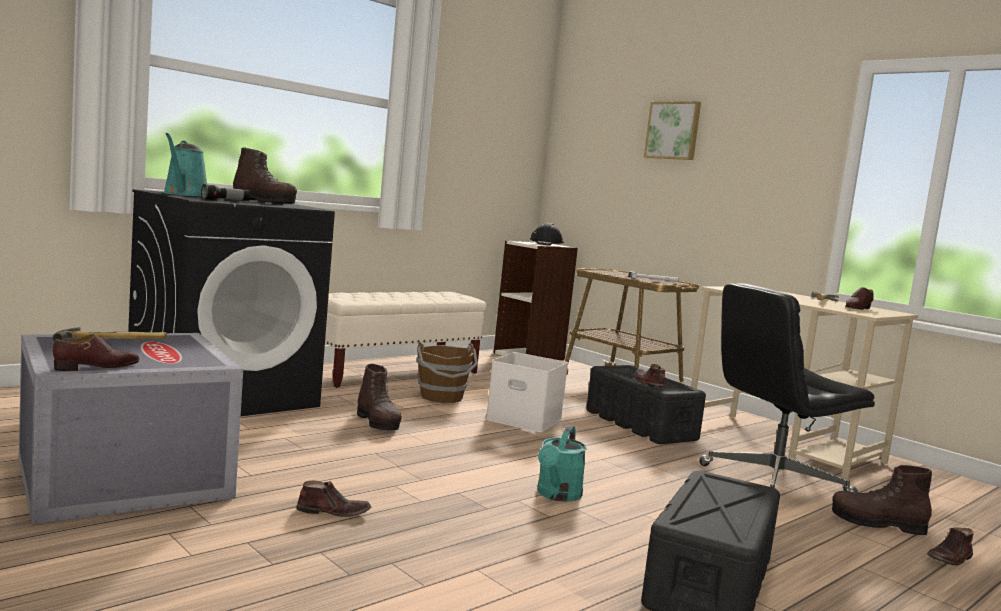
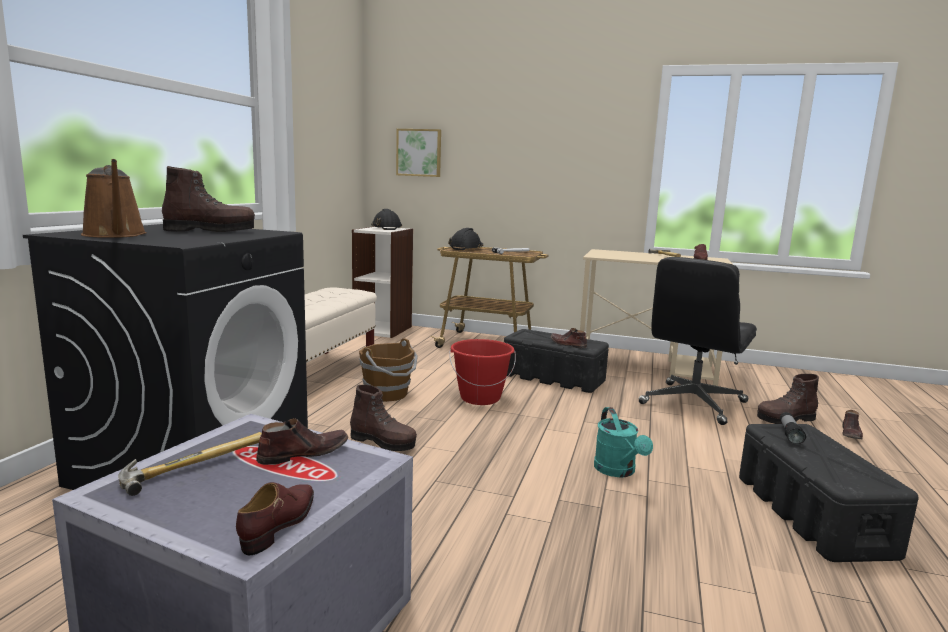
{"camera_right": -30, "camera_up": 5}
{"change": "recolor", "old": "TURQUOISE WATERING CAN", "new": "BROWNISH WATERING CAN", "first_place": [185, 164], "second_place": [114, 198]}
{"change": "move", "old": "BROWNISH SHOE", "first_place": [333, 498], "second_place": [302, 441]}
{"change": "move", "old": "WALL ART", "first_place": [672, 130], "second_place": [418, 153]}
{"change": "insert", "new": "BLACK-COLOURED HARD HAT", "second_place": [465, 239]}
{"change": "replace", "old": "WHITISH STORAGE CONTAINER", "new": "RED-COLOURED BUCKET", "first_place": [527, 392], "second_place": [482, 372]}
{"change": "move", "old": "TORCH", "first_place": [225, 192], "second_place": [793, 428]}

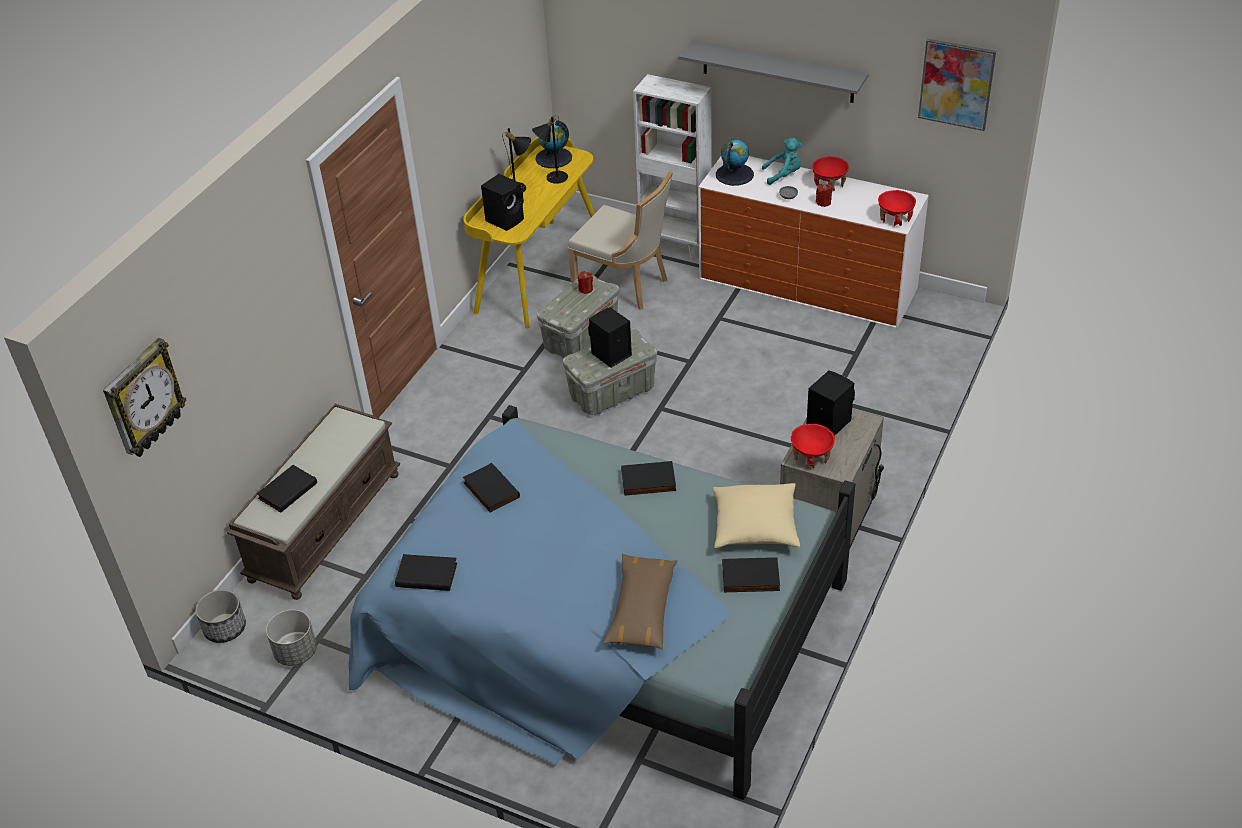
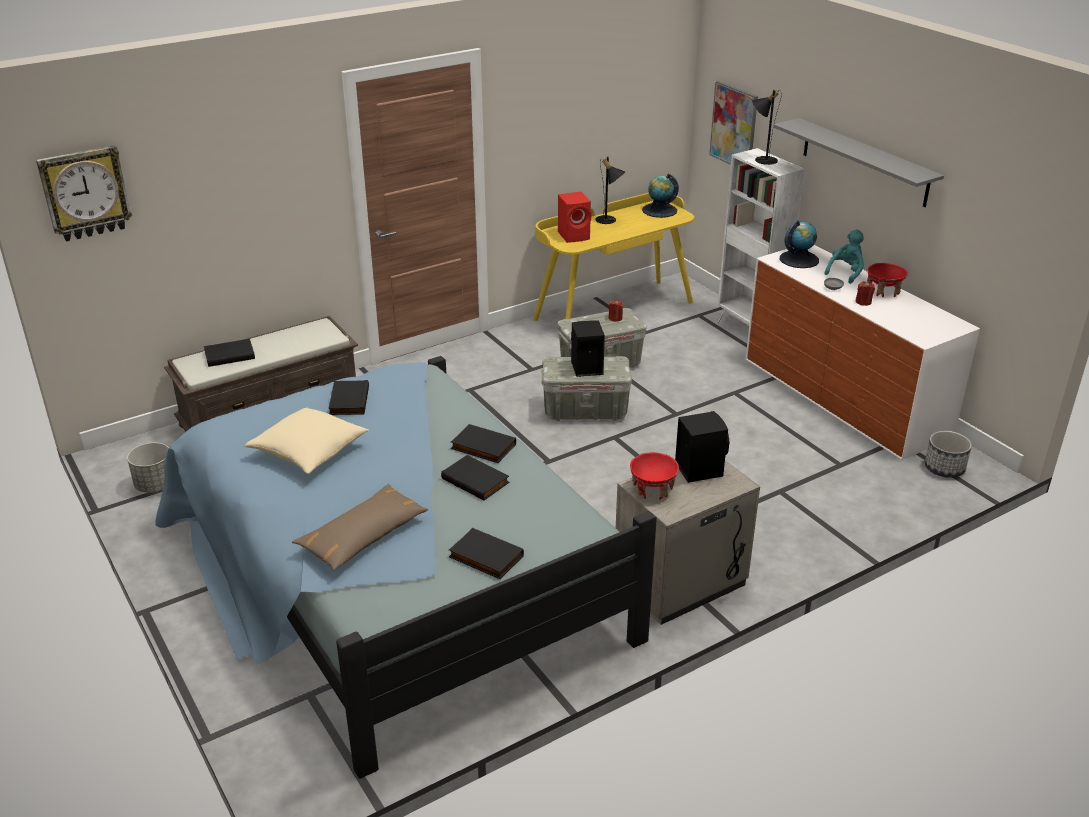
{"camera_right": 30, "camera_up": -10}
{"change": "move", "old": "SAND-COLOURED CUSHION", "first_place": [756, 515], "second_place": [307, 441]}
{"change": "move", "old": "BLACK-COLOURED VOLUME", "first_place": [426, 572], "second_place": [475, 478]}
{"change": "recolor", "old": "BLACK-COLOURED LOUDSPEAKER", "new": "RED-COLOURED LOUDSPEAKER", "first_place": [502, 202], "second_place": [574, 217]}
{"change": "move", "old": "WALL ART", "first_place": [957, 85], "second_place": [733, 123]}
{"change": "move", "old": "BLACK-COLOURED LAMP FOR A TABLE", "first_place": [550, 149], "second_place": [767, 127]}
{"change": "rotate", "old": "TURQUOISE PLUSH TOY", "first_place": [782, 161], "second_place": [844, 256], "degrees": -75}
{"change": "move", "old": "PLANT POT", "first_place": [220, 616], "second_place": [948, 454]}
{"change": "delete", "old": "SAND-COLOURED CHAIR", "first_place": [620, 240]}
{"change": "delete", "old": "RED-COLOURED DEEP DISH", "first_place": [897, 208]}

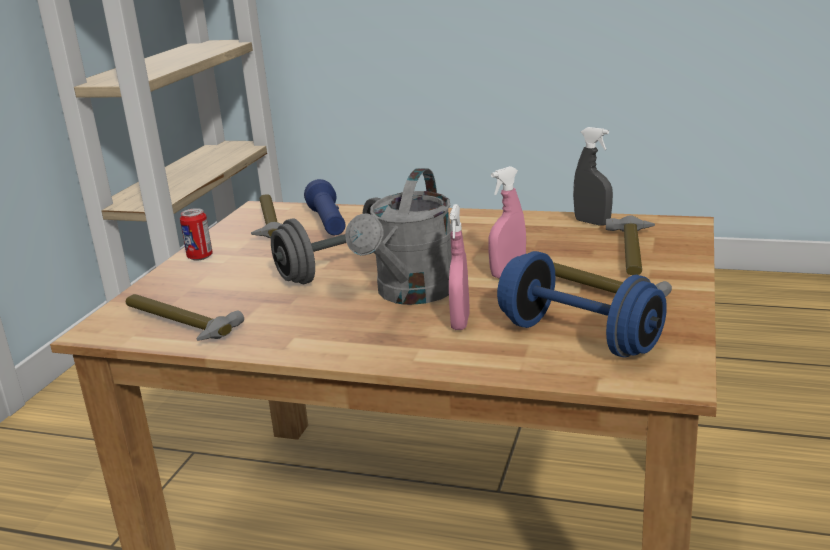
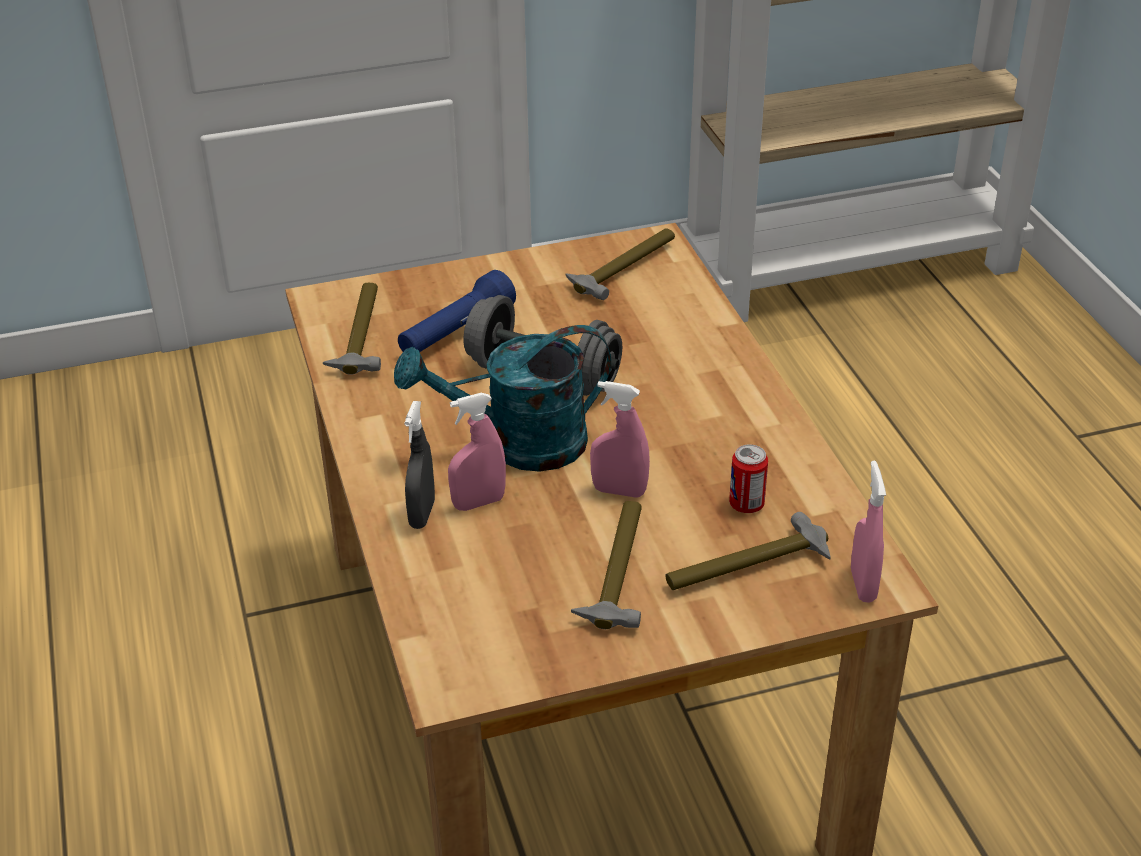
{"camera_right": 55, "camera_up": 15}
{"change": "recolor", "old": "GREYISH WATERING CAN", "new": "TURQUOISE WATERING CAN", "first_place": [398, 236], "second_place": [502, 398]}
{"change": "move", "old": "BLUE-COLOURED TORCH", "first_place": [325, 207], "second_place": [457, 311]}
{"change": "move", "old": "GREYISH HAND SPRAYER", "first_place": [593, 176], "second_place": [419, 465]}
{"change": "move", "old": "METAL CAN", "first_place": [196, 234], "second_place": [748, 478]}
{"change": "insert", "new": "PINK HAND SPRAYER", "second_place": [868, 531]}
{"change": "delete", "old": "BLUE-COLOURED HAND WEIGHT", "first_place": [582, 304]}

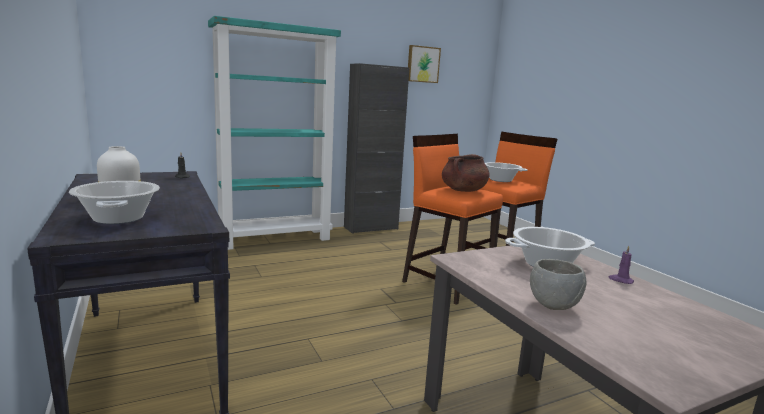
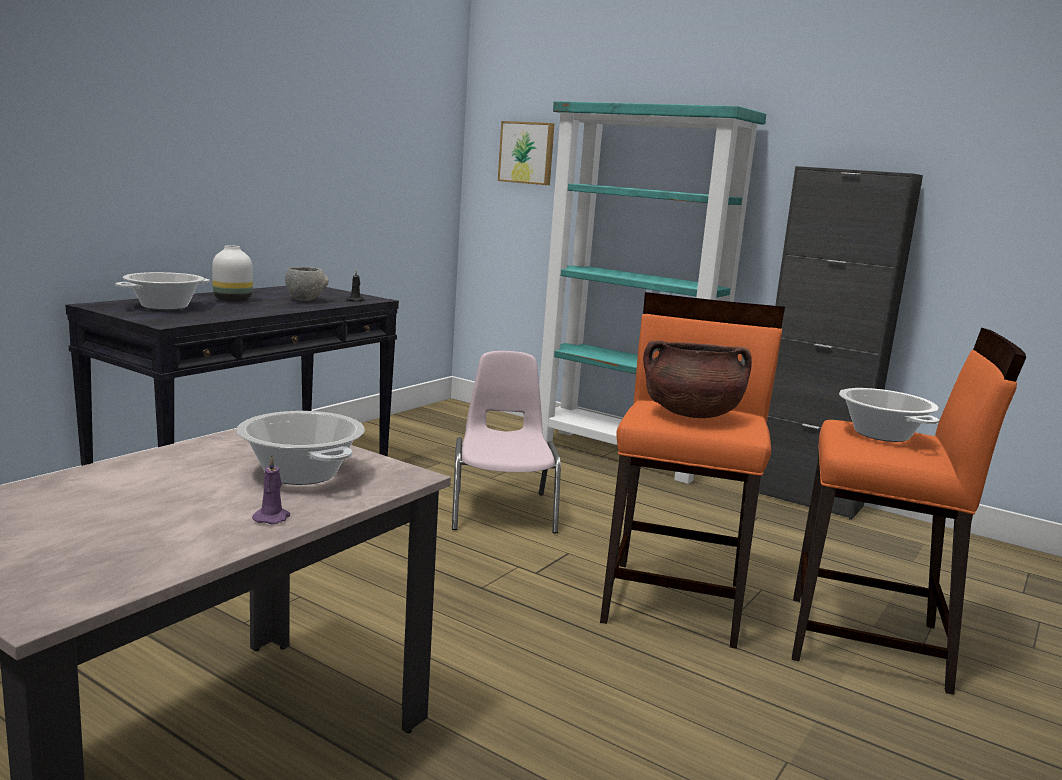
{"camera_right": 60, "camera_up": 0}
{"change": "move", "old": "GREYISH DEEP DISH", "first_place": [558, 284], "second_place": [307, 284]}
{"change": "insert", "new": "PINK CHAIR", "second_place": [506, 442]}
{"change": "move", "old": "WALL ART", "first_place": [424, 64], "second_place": [526, 153]}

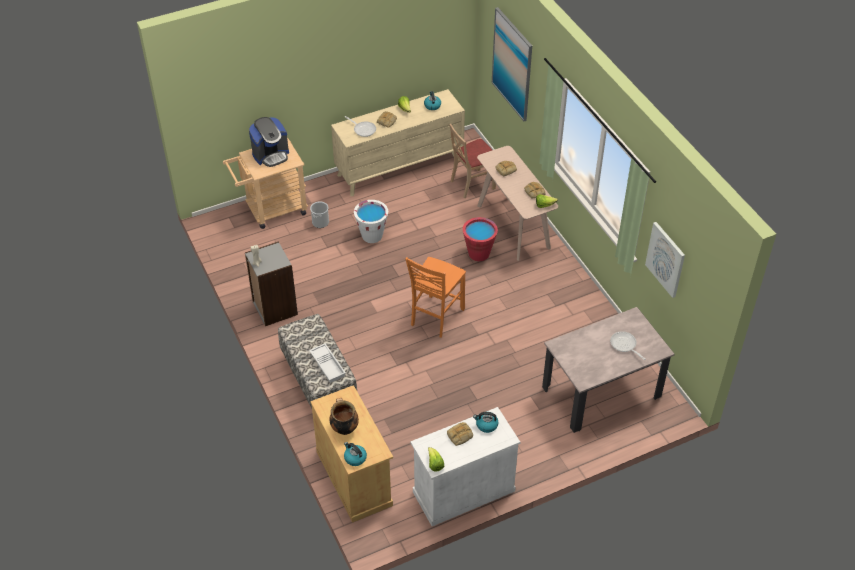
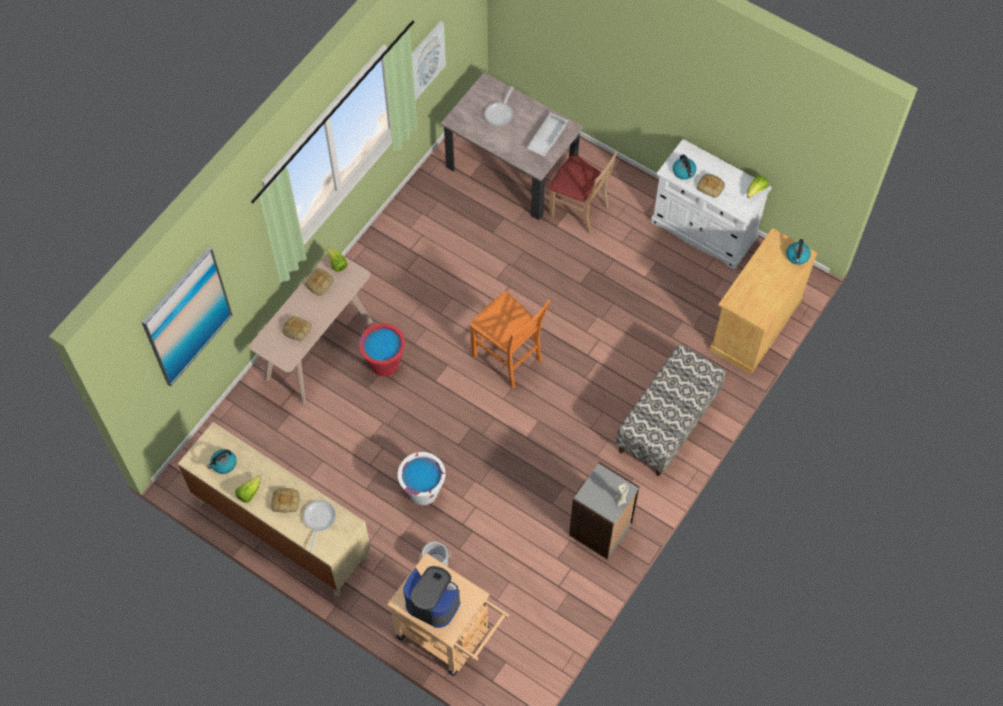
{"camera_right": -120, "camera_up": 15}
{"change": "rotate", "old": "ORANGE CHAIR", "first_place": [435, 297], "second_place": [510, 339], "degrees": 45}
{"change": "move", "old": "WHITISH CARRYING TRAY", "first_place": [327, 363], "second_place": [547, 134]}
{"change": "move", "old": "SAND-COLOURED CHAIR", "first_place": [473, 161], "second_place": [583, 192]}
{"change": "delete", "old": "COOKING POT", "first_place": [344, 416]}

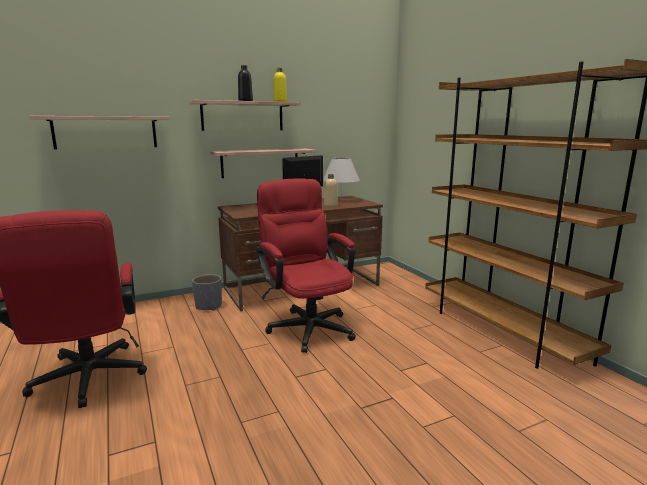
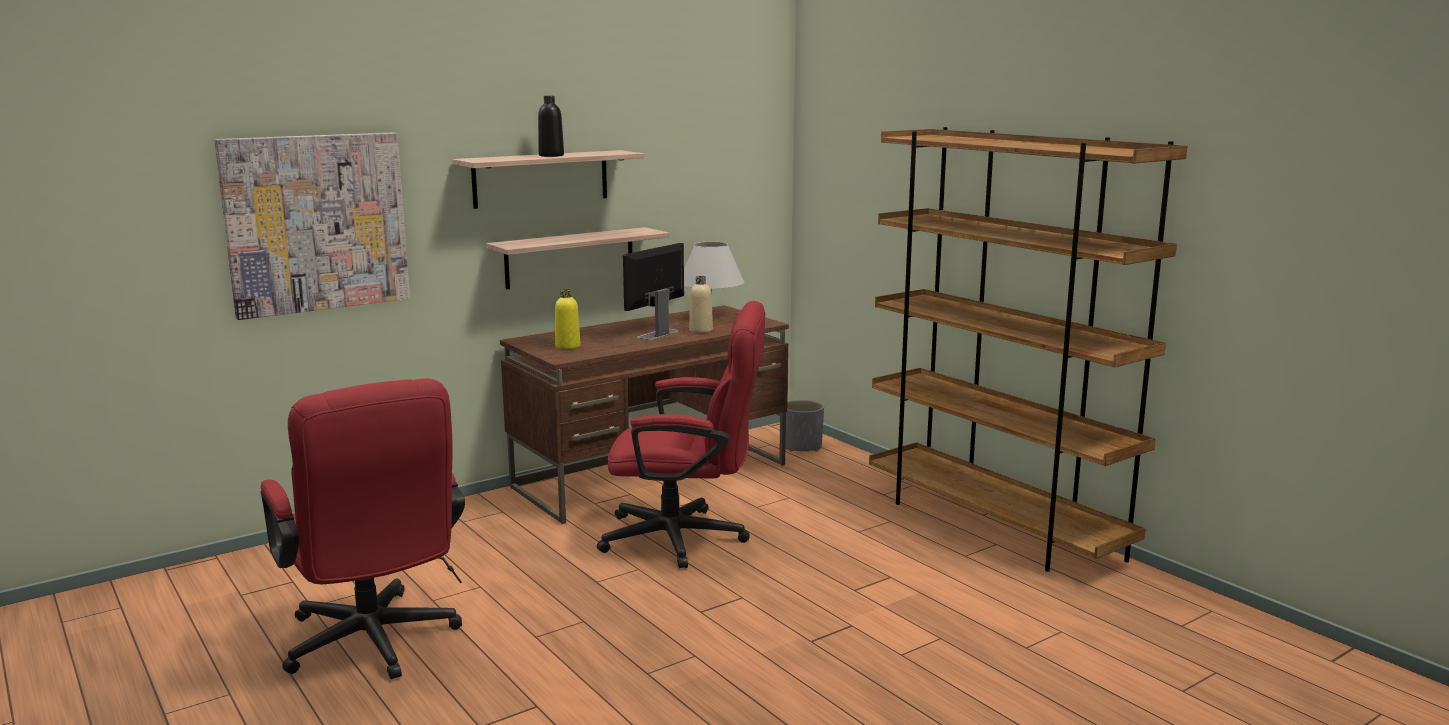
{"camera_right": -10, "camera_up": 0}
{"change": "replace", "old": "BRACKET SHELF", "new": "WALL ART", "first_place": [100, 132], "second_place": [312, 226]}
{"change": "move", "old": "YELLOW-COLOURED BOTTLE", "first_place": [280, 85], "second_place": [567, 319]}
{"change": "rotate", "old": "RED-COLOURED OFFICE CHAIR", "first_place": [306, 266], "second_place": [681, 434], "degrees": 135}
{"change": "move", "old": "GREYISH PLANT POT", "first_place": [207, 292], "second_place": [804, 425]}

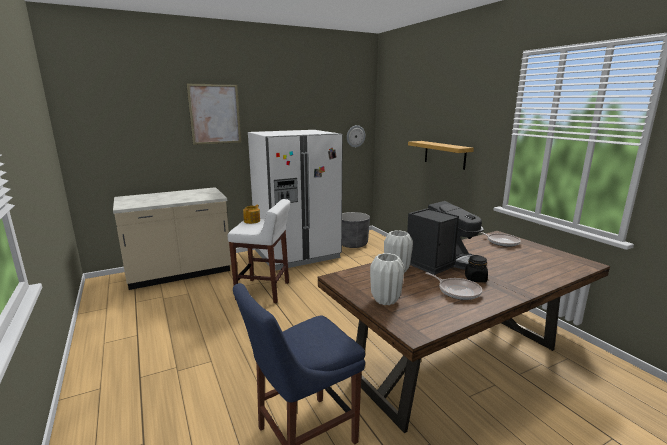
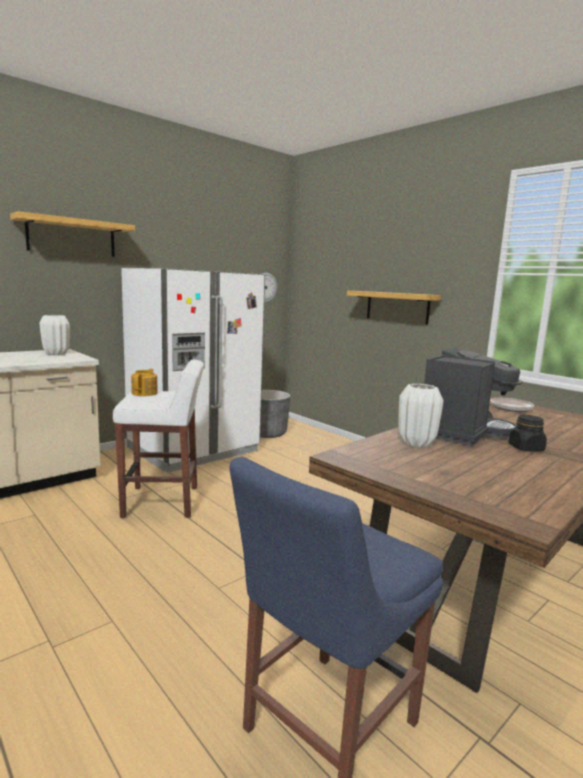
{"camera_right": -15, "camera_up": -5}
{"change": "replace", "old": "WALL ART", "new": "BRACKET SHELF", "first_place": [213, 114], "second_place": [72, 234]}
{"change": "move", "old": "WHITISH DECORATIVE VASE", "first_place": [387, 279], "second_place": [54, 335]}
{"change": "delete", "old": "FRYING PAN", "first_place": [454, 286]}

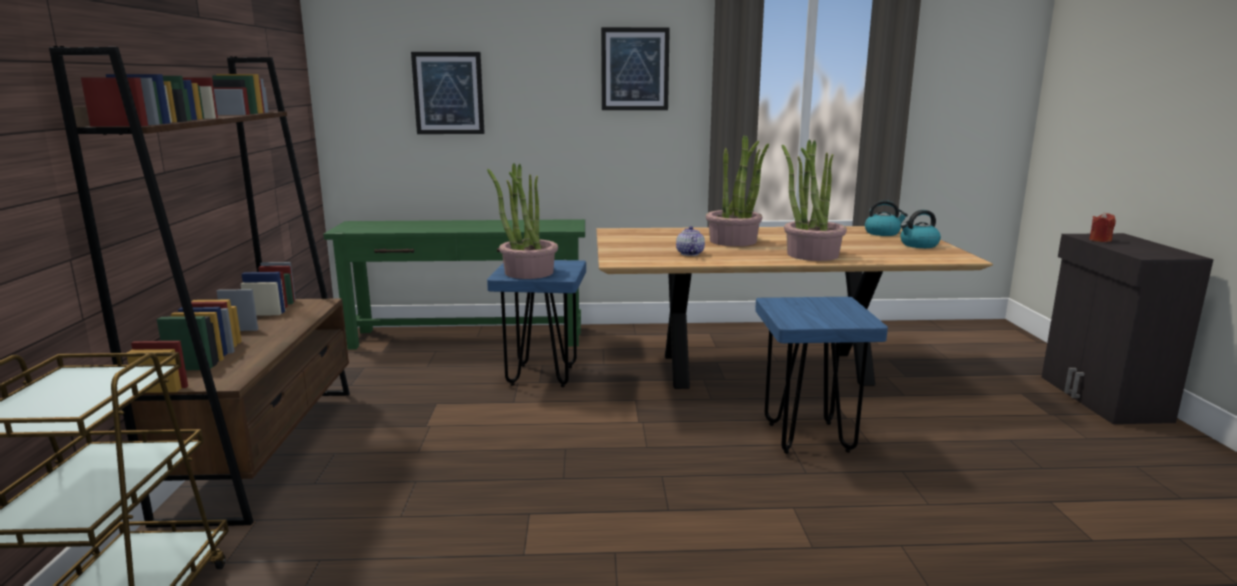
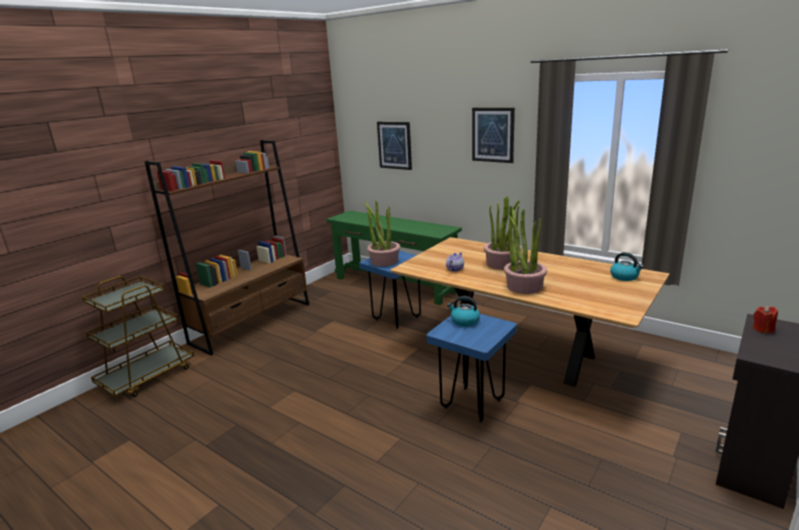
{"camera_right": 40, "camera_up": 5}
{"change": "move", "old": "WATER KETTLE", "first_place": [920, 229], "second_place": [463, 311]}

